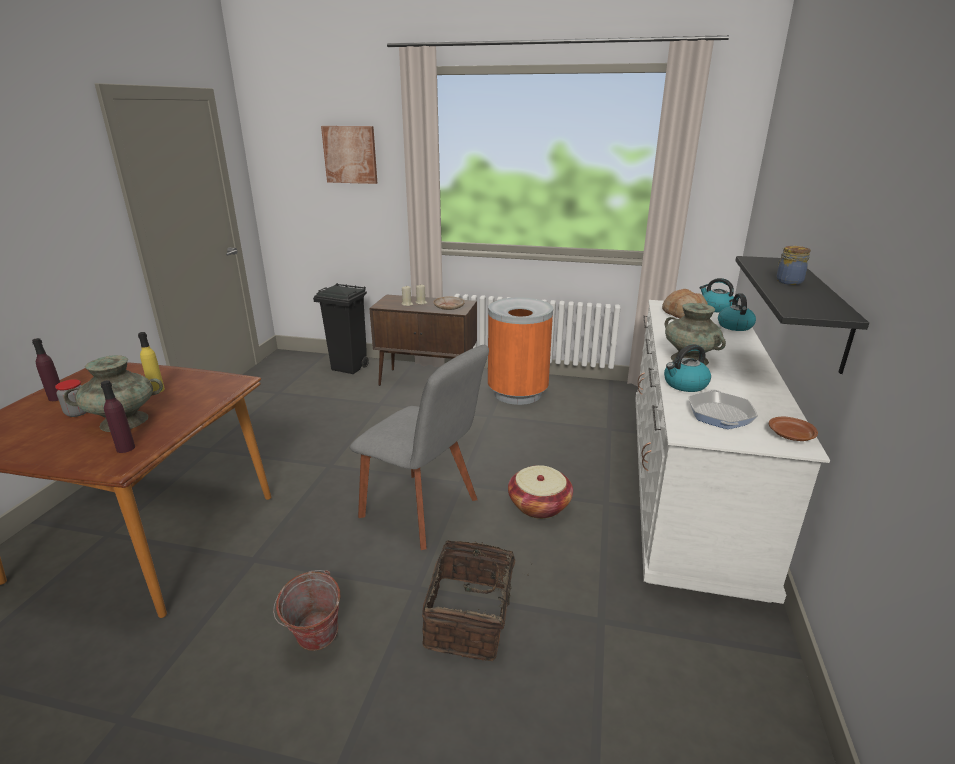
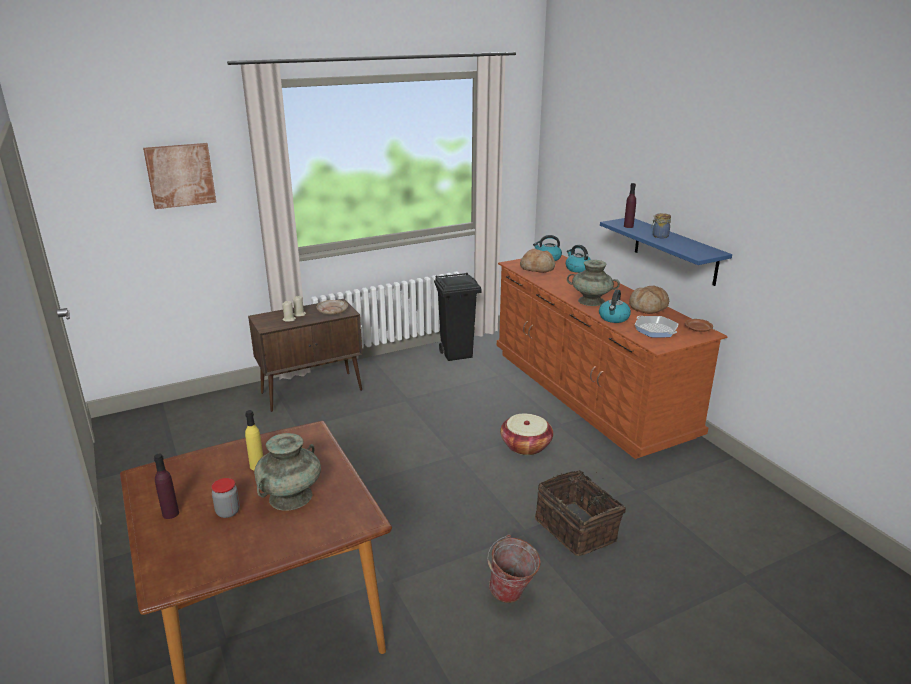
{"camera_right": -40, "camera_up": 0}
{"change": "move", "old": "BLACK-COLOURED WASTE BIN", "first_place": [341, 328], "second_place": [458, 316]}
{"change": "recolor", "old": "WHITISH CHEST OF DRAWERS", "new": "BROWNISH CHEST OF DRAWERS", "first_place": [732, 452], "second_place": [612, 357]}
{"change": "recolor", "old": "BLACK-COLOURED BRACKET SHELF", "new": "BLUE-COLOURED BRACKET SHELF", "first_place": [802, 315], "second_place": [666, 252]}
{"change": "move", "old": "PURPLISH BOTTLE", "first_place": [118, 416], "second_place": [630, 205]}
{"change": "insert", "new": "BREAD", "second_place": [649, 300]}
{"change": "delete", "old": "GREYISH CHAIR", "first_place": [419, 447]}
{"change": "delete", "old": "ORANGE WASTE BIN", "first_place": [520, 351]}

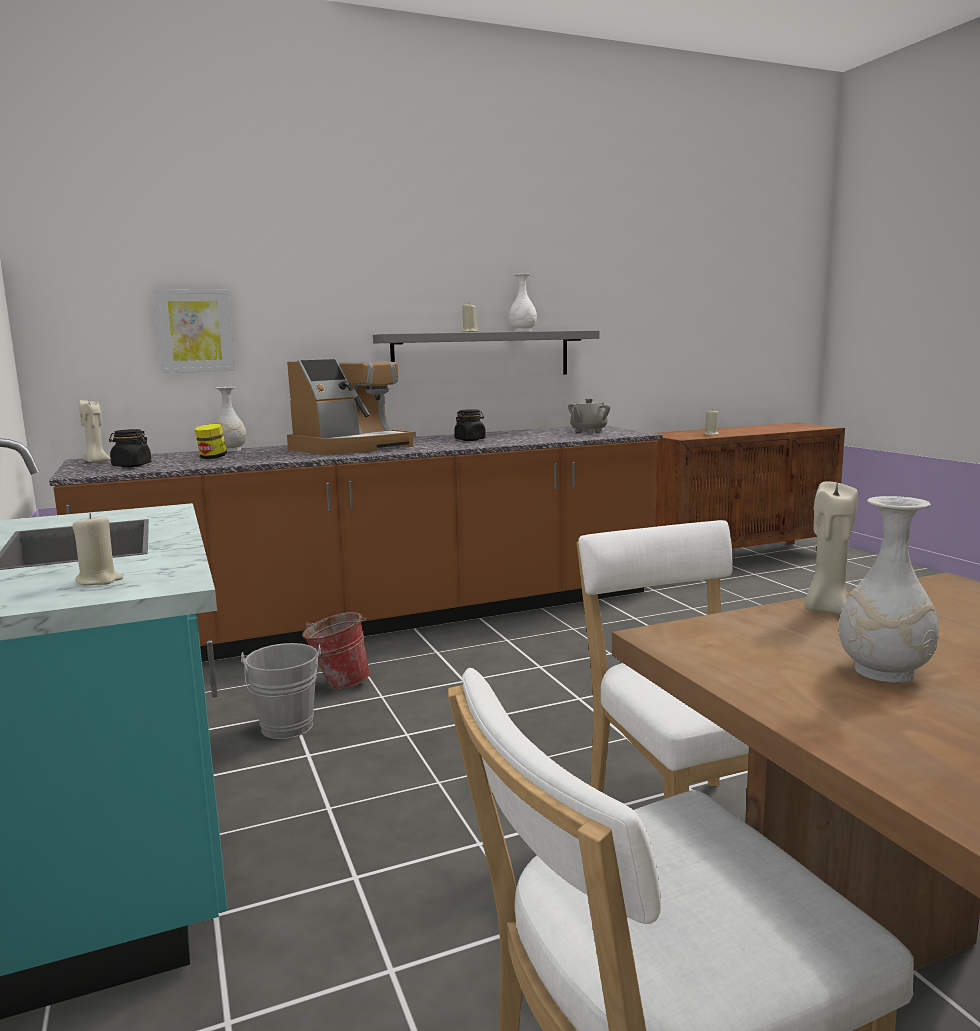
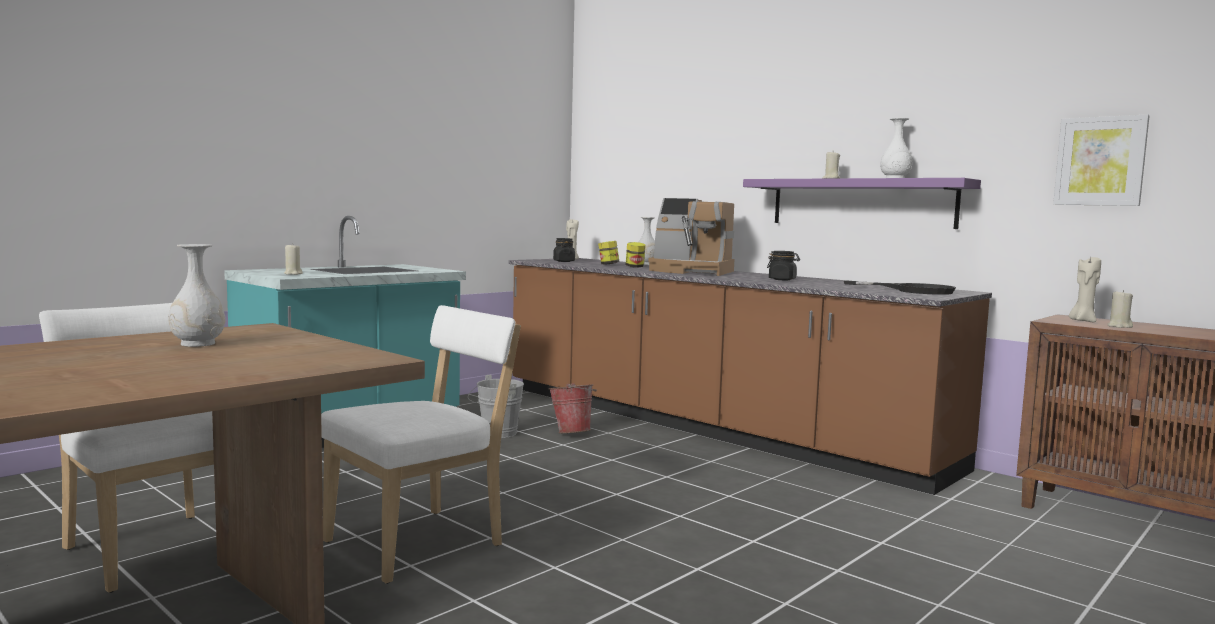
{"camera_right": 65, "camera_up": -5}
{"change": "insert", "new": "JAR", "second_place": [636, 255]}
{"change": "recolor", "old": "GREYISH BRACKET SHELF", "new": "PURPLISH BRACKET SHELF", "first_place": [486, 352], "second_place": [862, 203]}
{"change": "replace", "old": "GREYISH TEAPOT", "new": "BLACK-COLOURED FRYING PAN", "first_place": [589, 415], "second_place": [900, 287]}
{"change": "move", "old": "WALL ART", "first_place": [194, 331], "second_place": [1101, 160]}
{"change": "move", "old": "SAND-COLOURED WAX LIGHT", "first_place": [831, 547], "second_place": [1085, 288]}

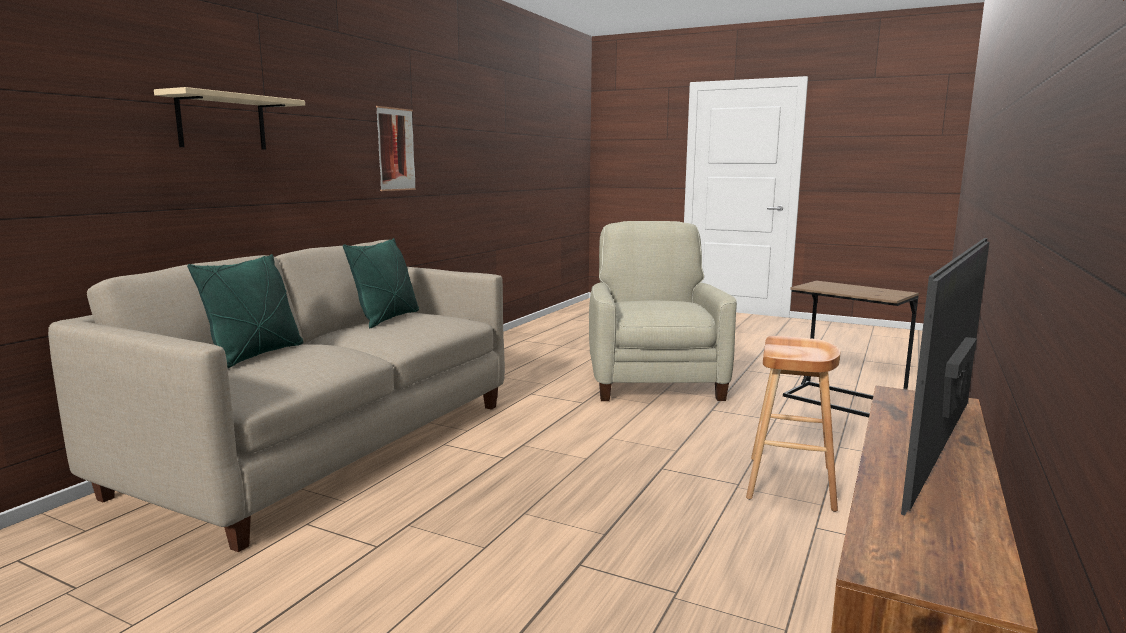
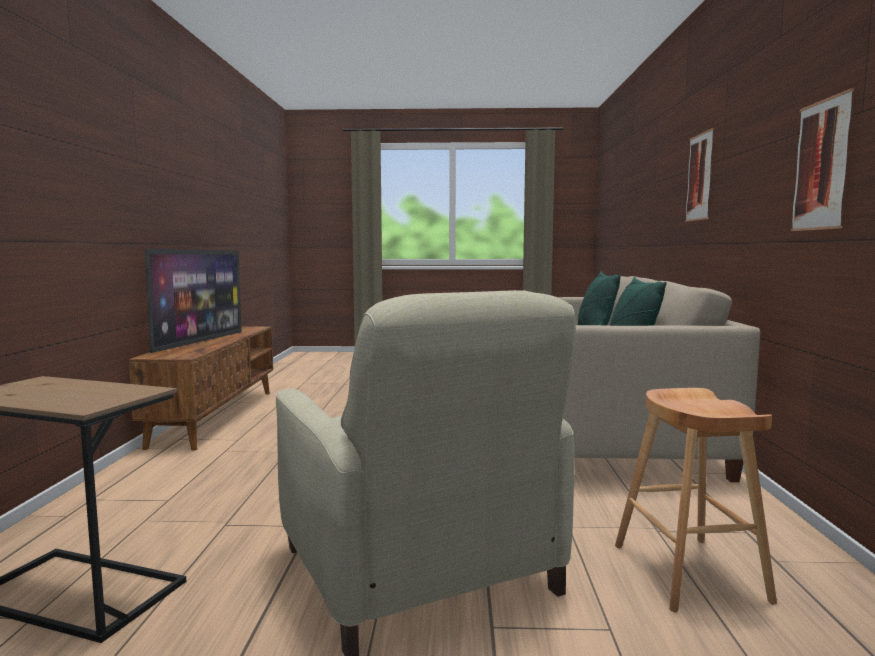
{"camera_right": 155, "camera_up": -5}
{"change": "move", "old": "BROWNISH SITTING STOOL", "first_place": [793, 424], "second_place": [696, 500]}
{"change": "replace", "old": "SAND-COLOURED BRACKET SHELF", "new": "WALL ART", "first_place": [229, 118], "second_place": [699, 175]}

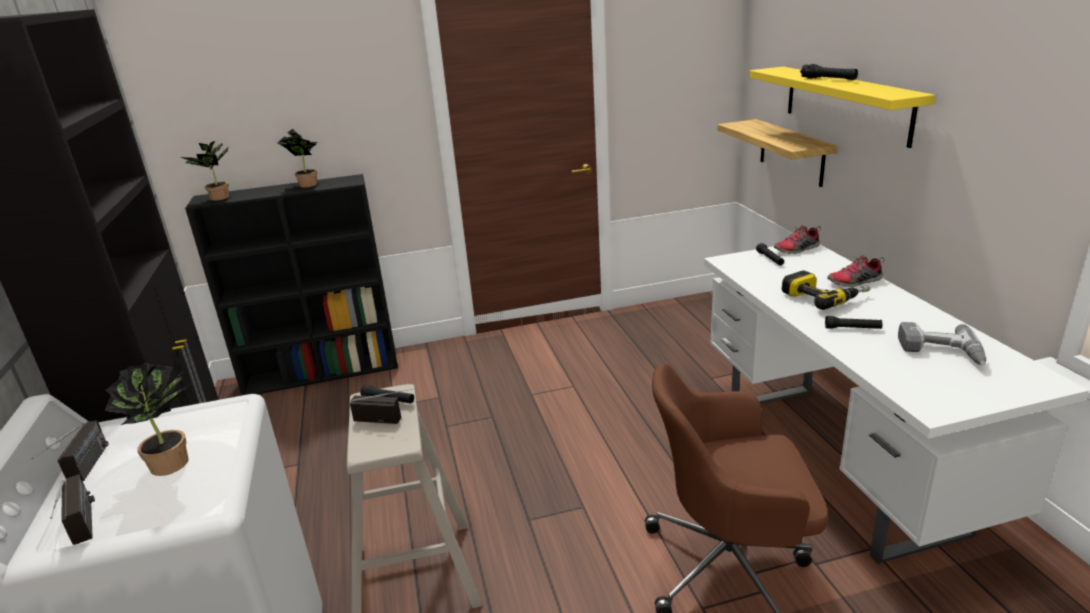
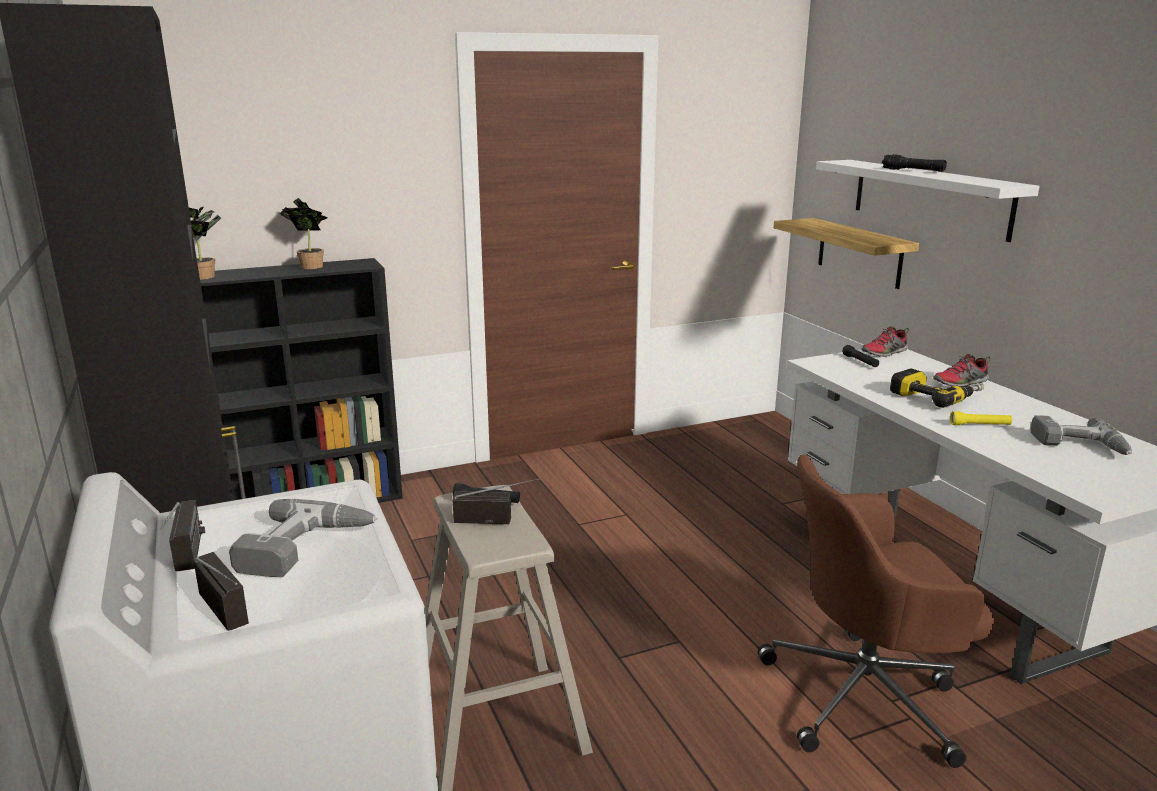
{"camera_right": -10, "camera_up": -5}
{"change": "replace", "old": "HOUSEPLANT", "new": "ELECTRIC DRILL", "first_place": [148, 419], "second_place": [303, 538]}
{"change": "recolor", "old": "YELLOW-COLOURED BRACKET SHELF", "new": "WHITISH BRACKET SHELF", "first_place": [842, 107], "second_place": [928, 201]}
{"change": "recolor", "old": "BLACK-COLOURED TORCH", "new": "YELLOW-COLOURED TORCH", "first_place": [853, 322], "second_place": [981, 418]}

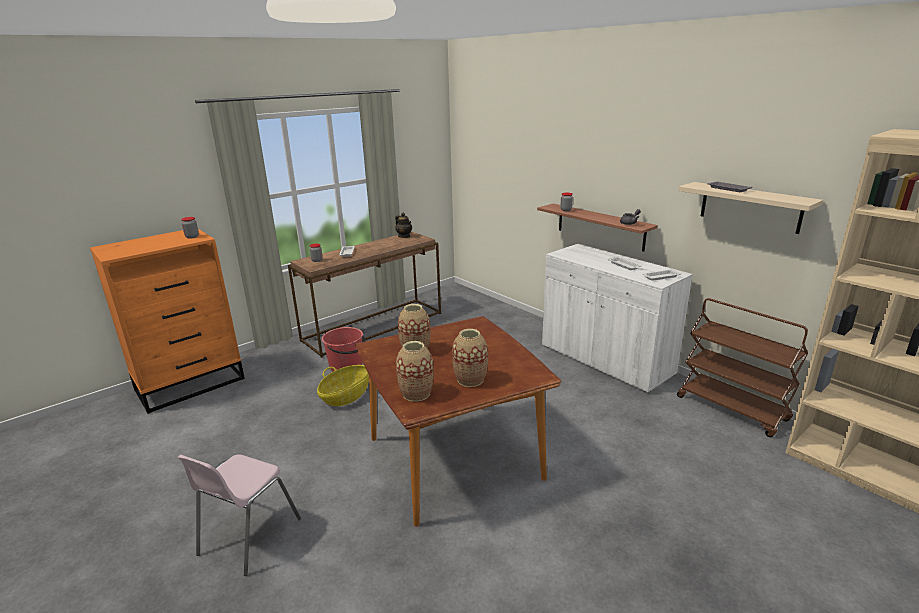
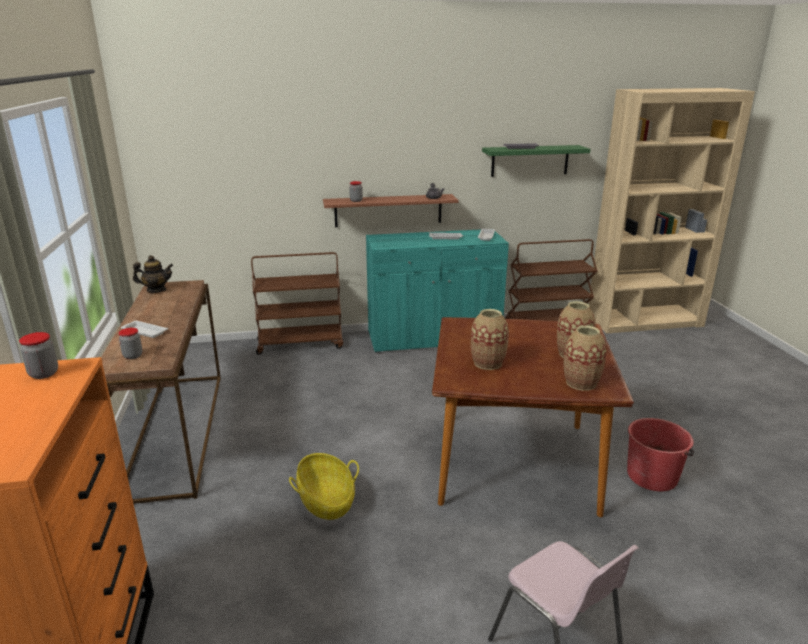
{"camera_right": -60, "camera_up": 0}
{"change": "insert", "new": "BROWNISH WHEELED CART", "second_place": [297, 303]}
{"change": "recolor", "old": "WHITISH CABINET", "new": "TURQUOISE CABINET", "first_place": [617, 319], "second_place": [437, 291]}
{"change": "recolor", "old": "SAND-COLOURED BRACKET SHELF", "new": "GREEN-COLOURED BRACKET SHELF", "first_place": [750, 208], "second_place": [536, 161]}
{"change": "move", "old": "RED-COLOURED BUCKET", "first_place": [343, 349], "second_place": [660, 454]}

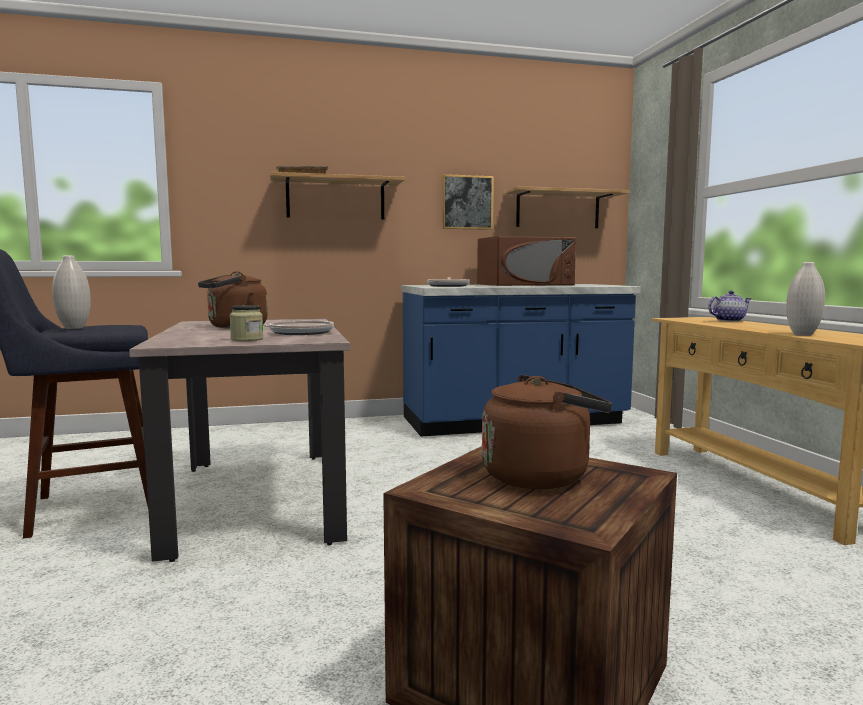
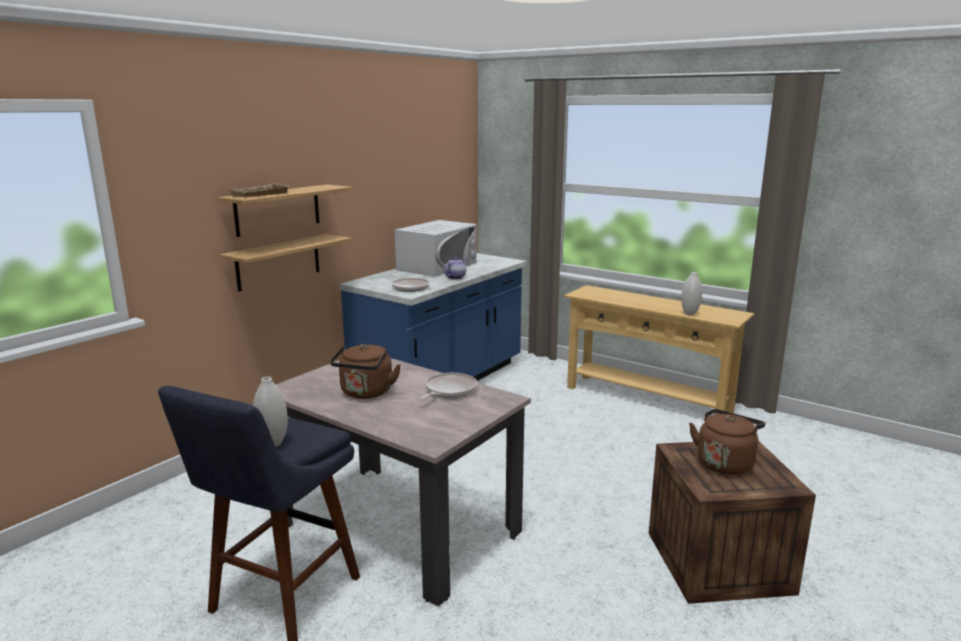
{"camera_right": -40, "camera_up": 10}
{"change": "move", "old": "BRACKET SHELF", "first_place": [566, 207], "second_place": [286, 262]}
{"change": "recolor", "old": "BROWNISH KITCHEN MICROWAVE", "new": "WHITISH KITCHEN MICROWAVE", "first_place": [526, 261], "second_place": [435, 248]}
{"change": "move", "old": "TEAPOT", "first_place": [730, 306], "second_place": [455, 268]}
{"change": "delete", "old": "JAR", "first_place": [246, 323]}
{"change": "delete", "old": "WALL ART", "first_place": [468, 202]}

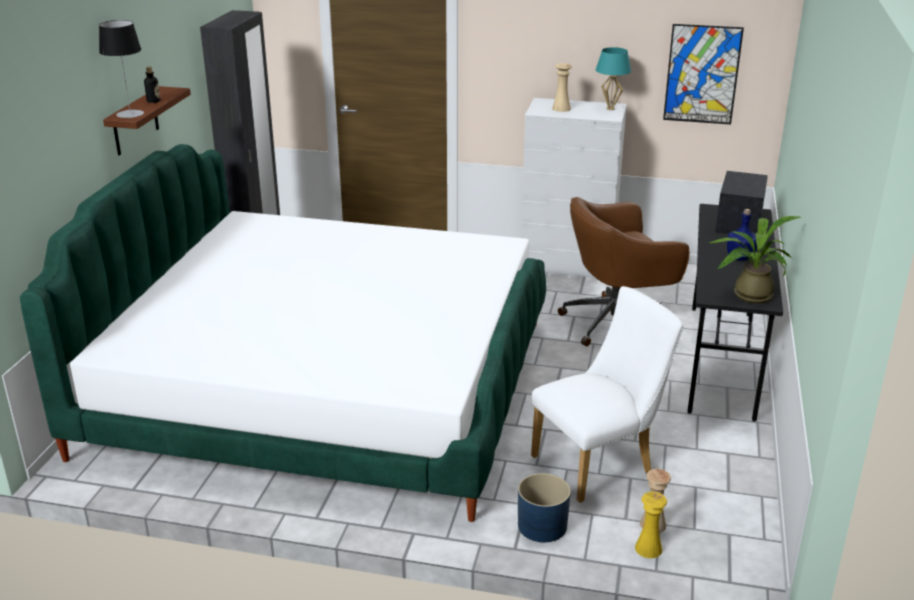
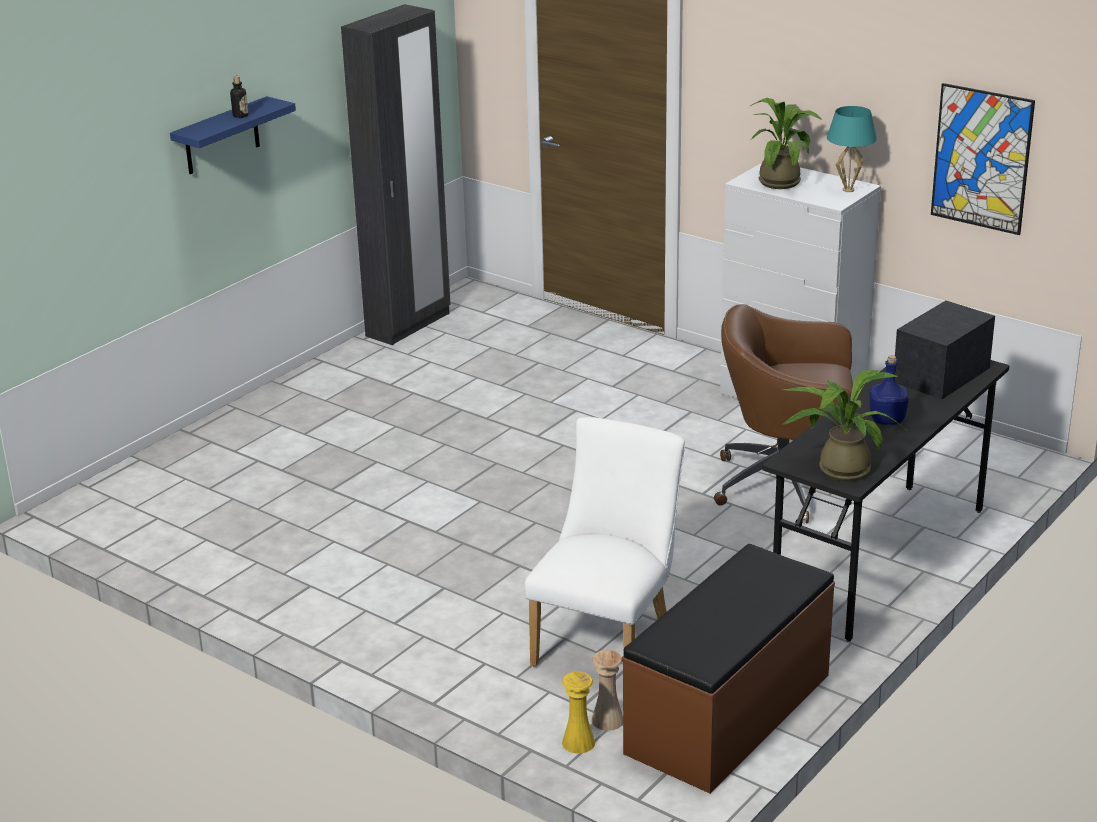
{"camera_right": 25, "camera_up": 0}
{"change": "recolor", "old": "BROWNISH BRACKET SHELF", "new": "BLUE-COLOURED BRACKET SHELF", "first_place": [147, 120], "second_place": [233, 135]}
{"change": "rotate", "old": "WHITISH CHAIR", "first_place": [607, 394], "second_place": [604, 542], "degrees": -60}
{"change": "insert", "new": "BROWNISH INDOOR BENCH", "second_place": [728, 669]}
{"change": "replace", "old": "SAND-COLOURED DECORATIVE VASE", "new": "HOUSEPLANT", "first_place": [562, 87], "second_place": [786, 143]}
{"change": "delete", "old": "SLEEPING BED", "first_place": [283, 333]}
{"change": "delete", "old": "LAMP FOR A TABLE", "first_place": [121, 69]}
{"change": "delete", "old": "BLUE-COLOURED PLANT POT", "first_place": [544, 507]}

